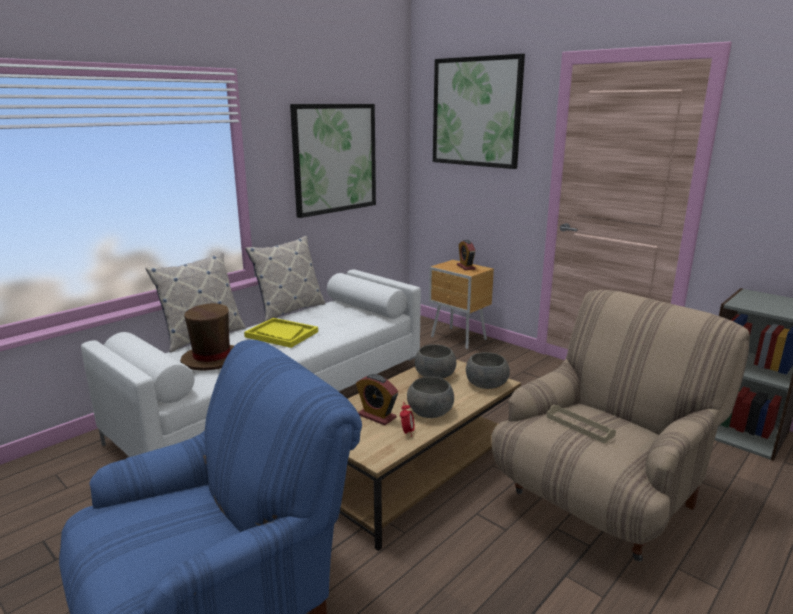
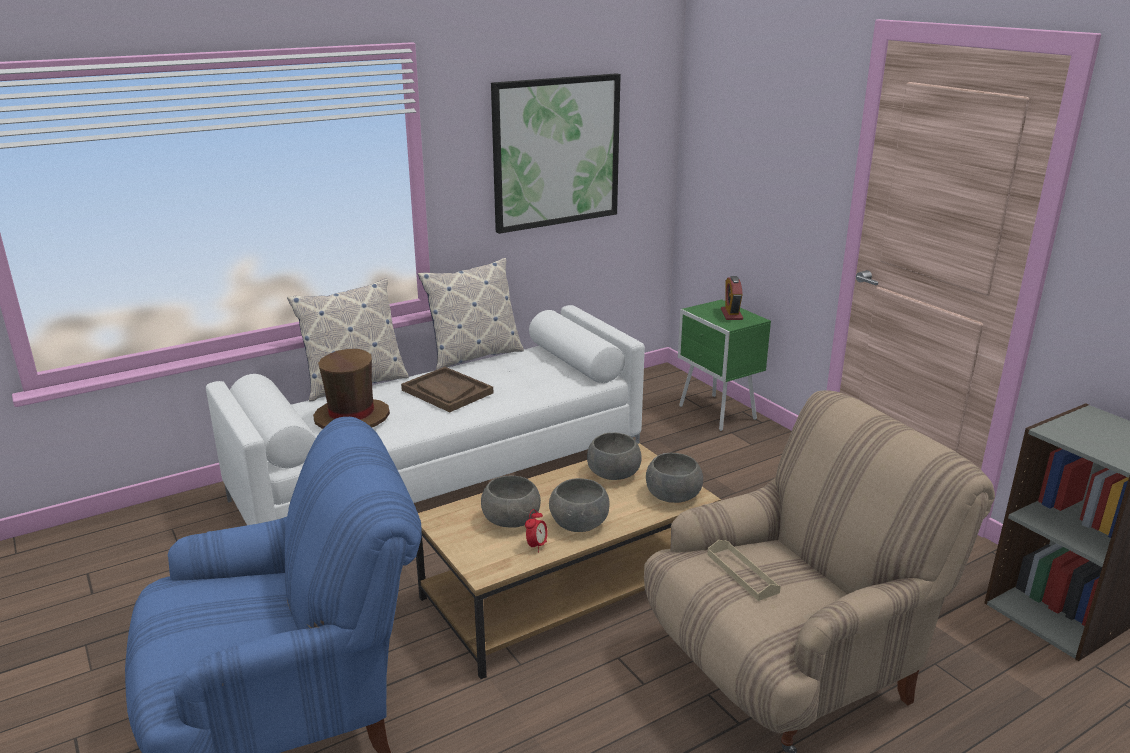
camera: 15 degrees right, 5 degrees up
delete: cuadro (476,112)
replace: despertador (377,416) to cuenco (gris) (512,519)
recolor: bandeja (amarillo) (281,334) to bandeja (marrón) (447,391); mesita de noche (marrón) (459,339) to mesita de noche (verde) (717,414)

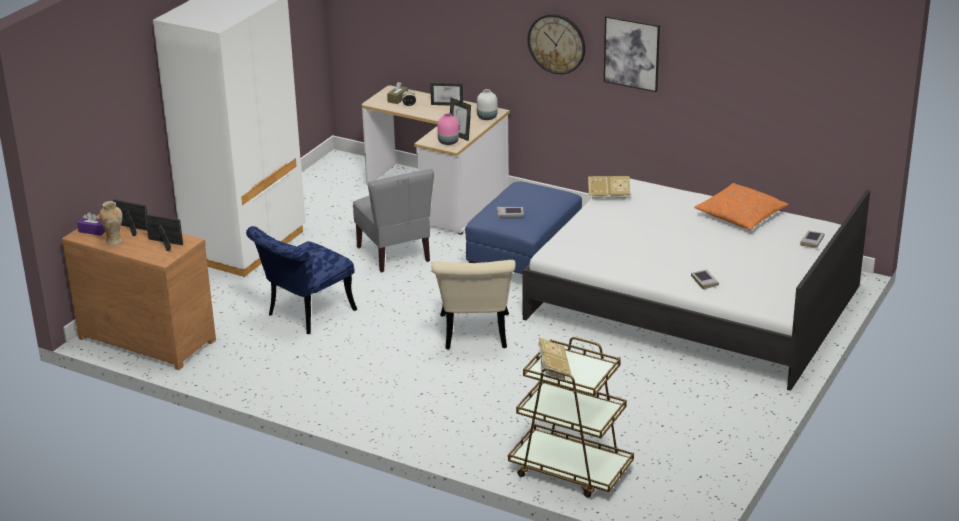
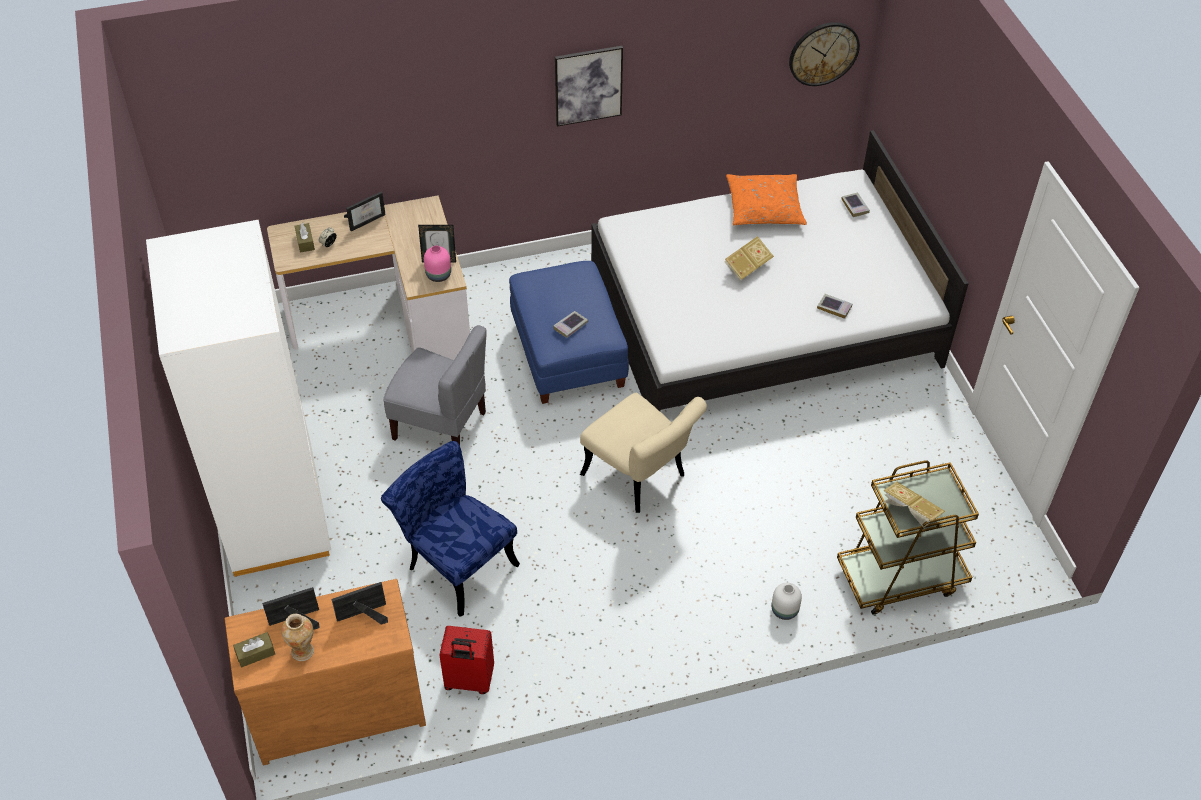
camera: 45 degrees left, 20 degrees up
insert: maleta (rojo) (468,681)
move: florero (blanco) (486,117) to (784,611); reloj de pared (557,43) to (823,53); libro (608,196) to (747,267)
recolor: caja de pañuelos (morado) (93,231) to caja de pañuelos (marrón) (255,653)
rotate: silla (azul) (305,315) = (455,562) 135 degrees clockwise

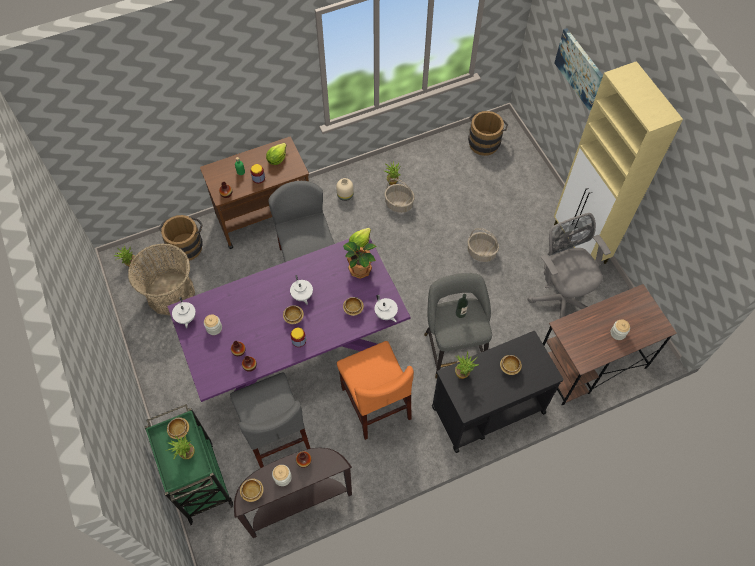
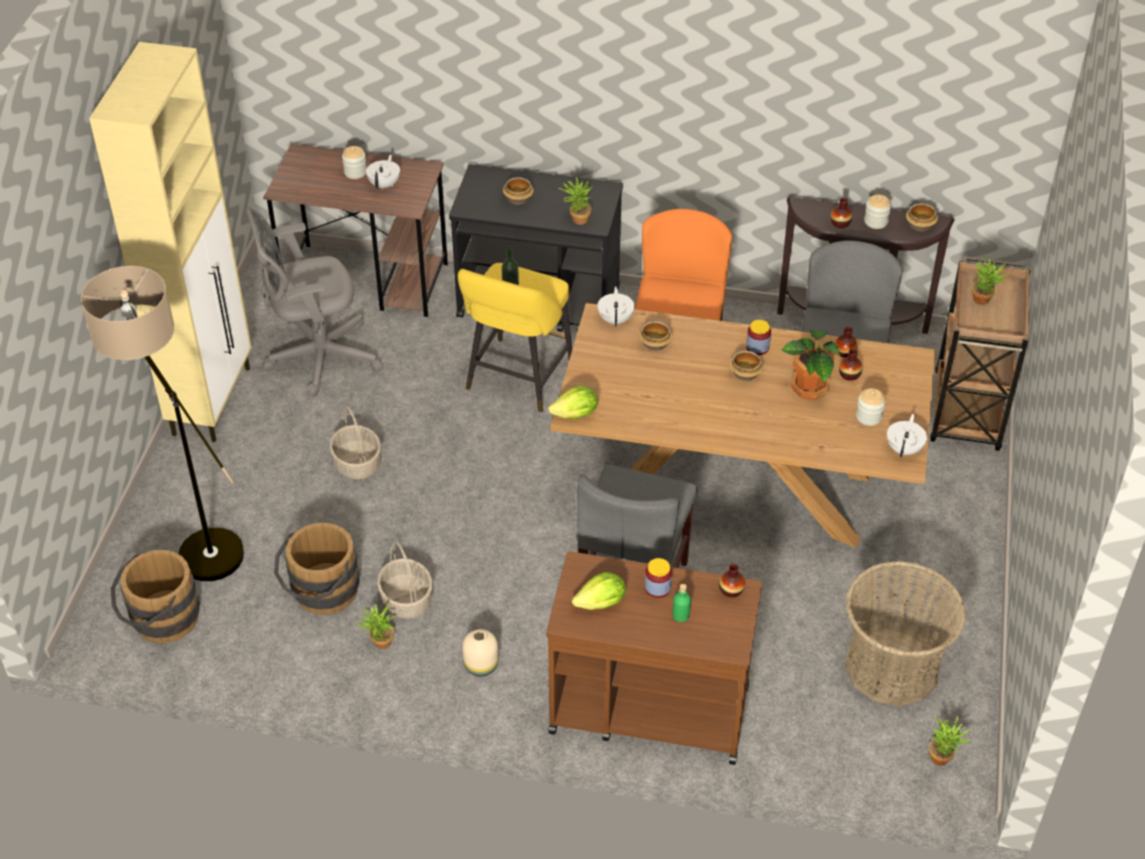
camera: 145 degrees left, 15 degrees down
delete: cuenco (180,431); cuadro (579,68)
insert: lámpara de pie (196,541)
move: cubo (marrón) (186,244) to (321,594); tetera (blanco) (302,295) to (385,184); planta en maceta (360,268) to (809,388)
recolor: carrito (verde) (200,479) to carrito (marrón) (966,412); mesa de comedor (morado) (296,349) to mesa de comedor (marrón) (737,486); taburete (gris) (453,347) to taburete (amarillo) (517,379)
rotate: silla de oficina (gris) (560,298) = (317,358) 60 degrees clockwise

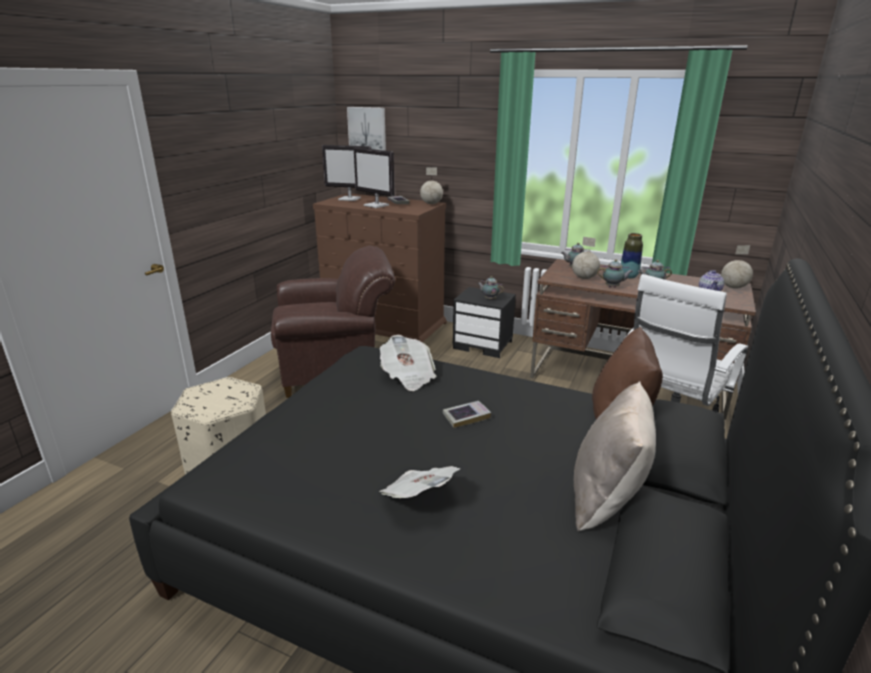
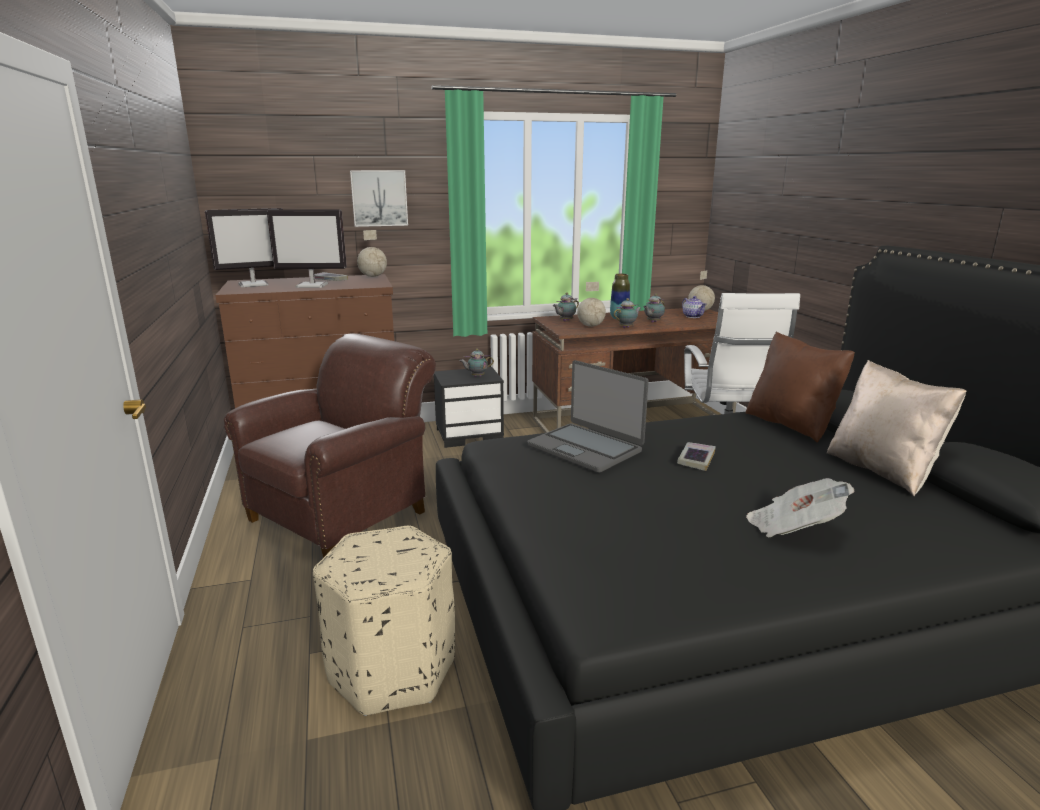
camera: 40 degrees left, 5 degrees down
move: cuadro (367,128) to (379,198)
replace: periódico (408,376) to portátil (585,448)

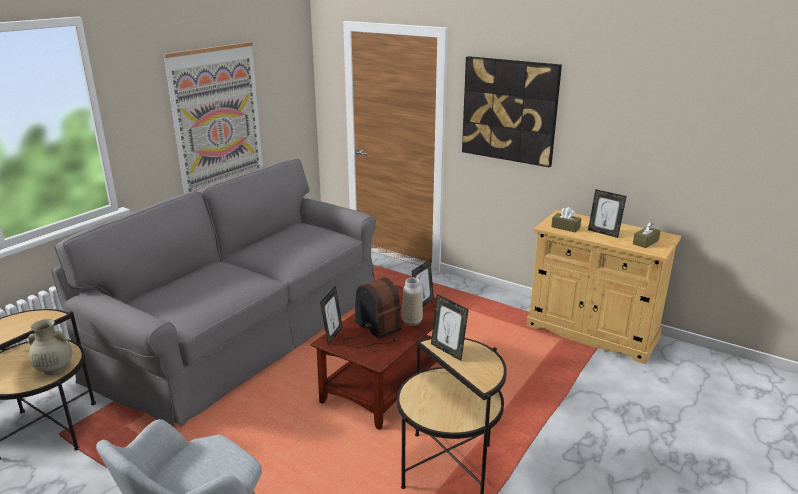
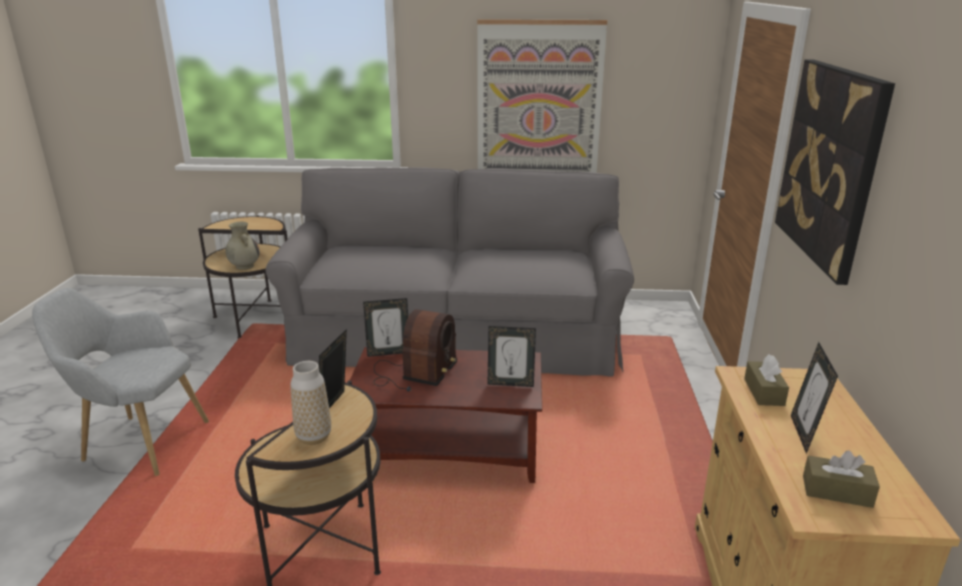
camera: 60 degrees right, 0 degrees up
move: florero (412,322) to (314,437)

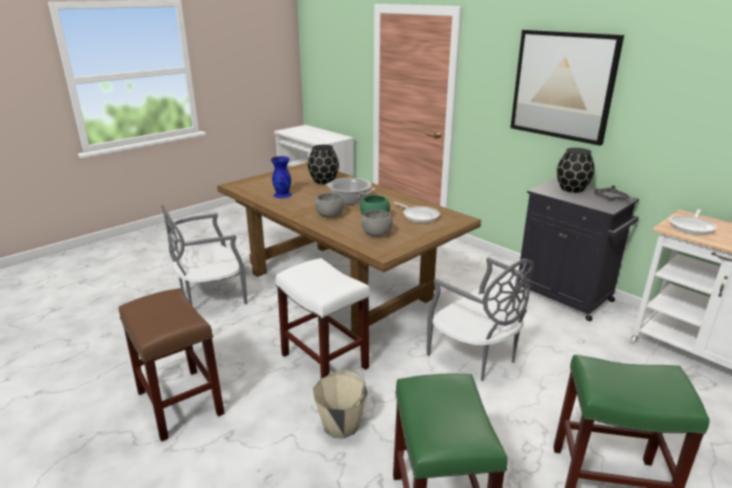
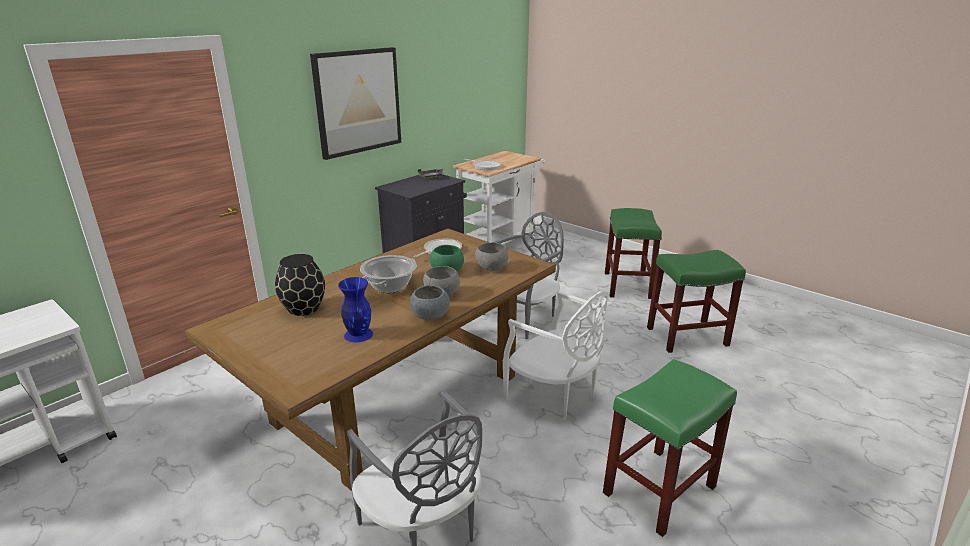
camera: 95 degrees left, 0 degrees up
delete: cubo (beis) (341,424); florero (negro) (571,189)
insert: cuenco (gris) (430,316)
replace: taburete (blanco) (323,361) to silla (blanco) (554,396)
recolor: taburete (marrón) (179,403) to taburete (verde) (659,491)

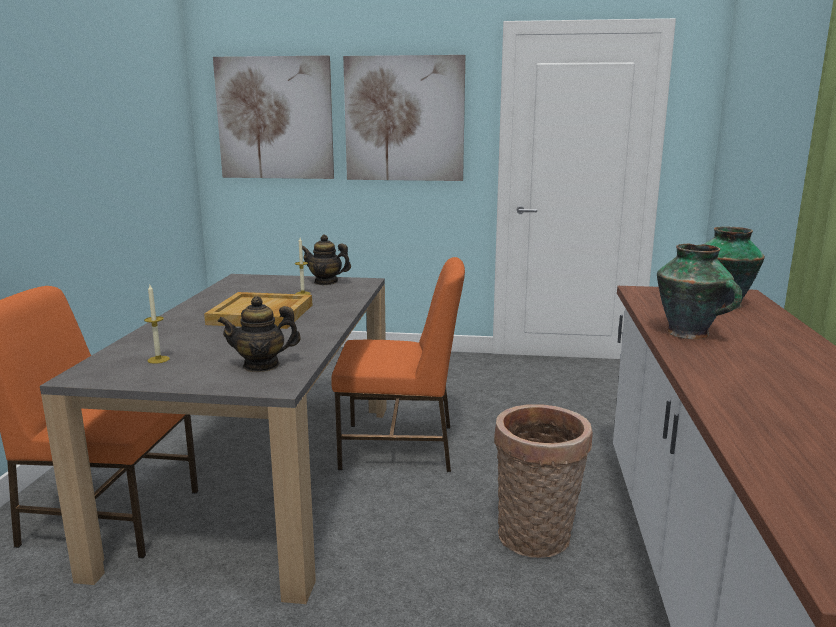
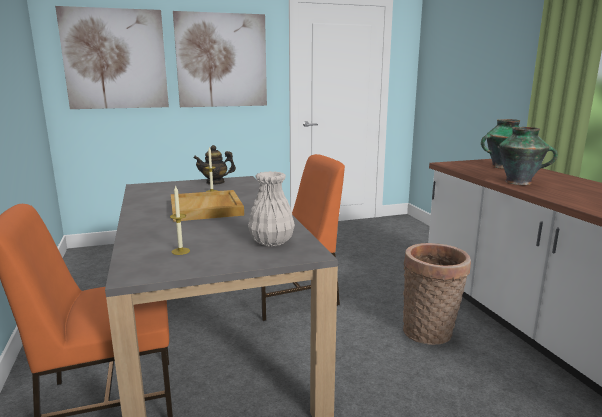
camera: 25 degrees left, 0 degrees up
replace: tetera (261,365) to florero (blanco) (272,242)

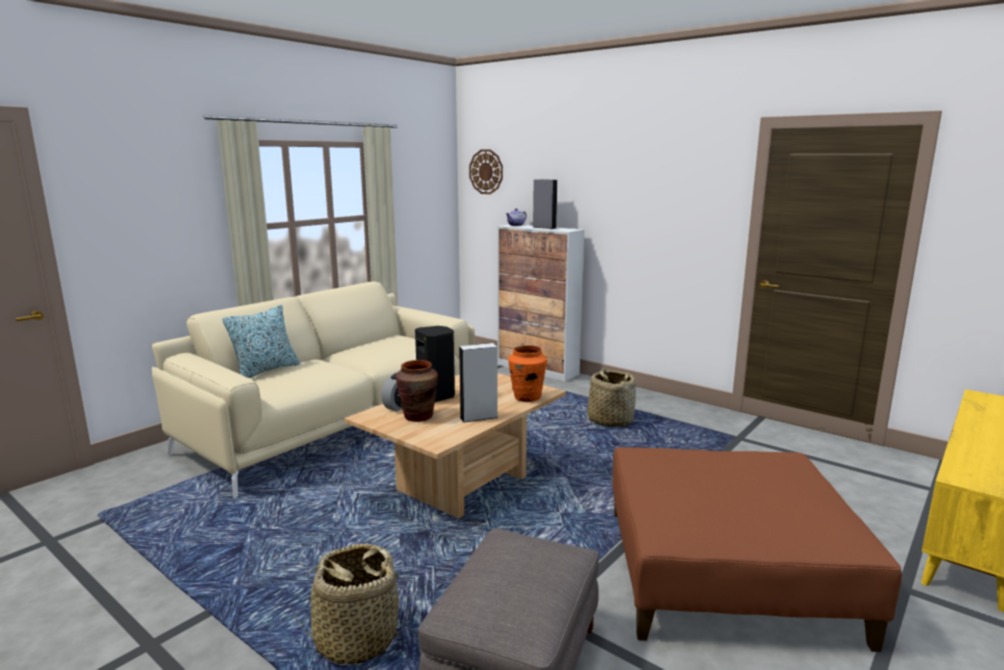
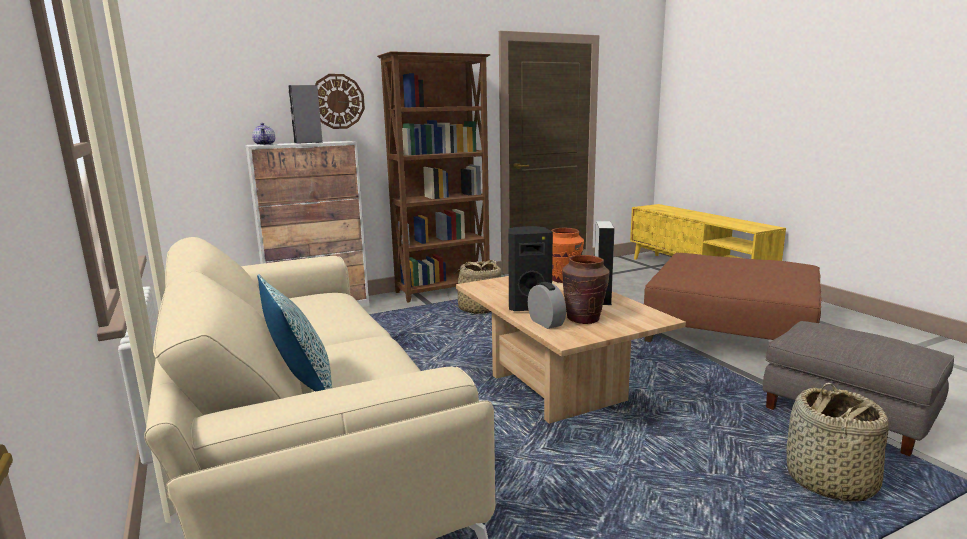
camera: 65 degrees left, 0 degrees up
insert: estantería (marrón) (444,290)
move: reloj de pared (486,171) to (337,101)

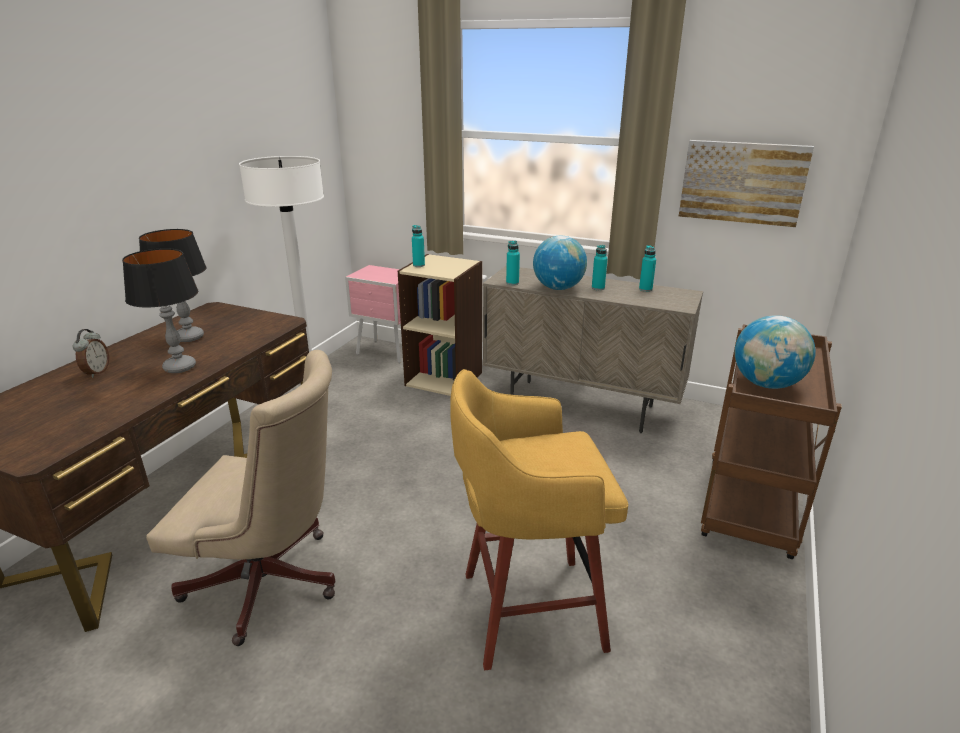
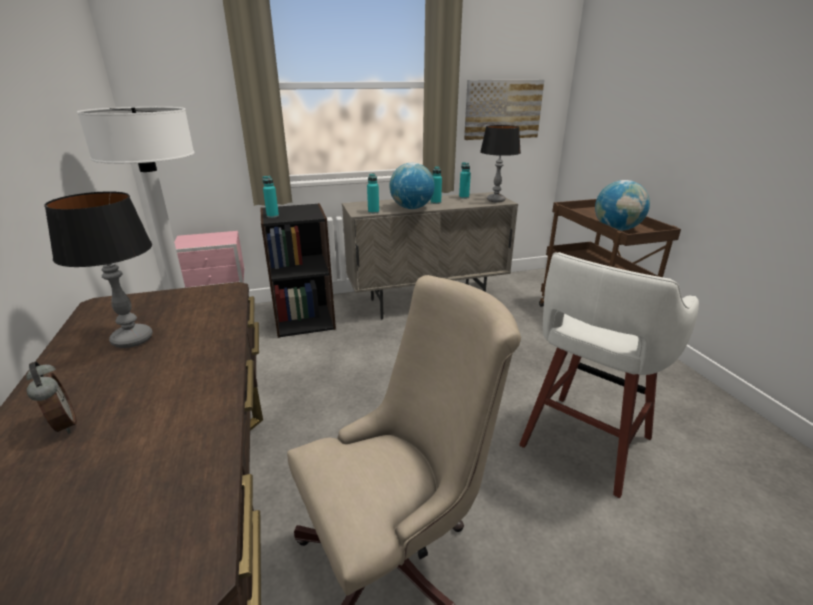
camera: 40 degrees left, 0 degrees up
move: lámpara de mesa (180,367) to (496,200)
recolor: estantería (beis) (444,378) to estantería (negro) (304,320); taburete (amarillo) (527,611) to taburete (blanco) (583,444)

